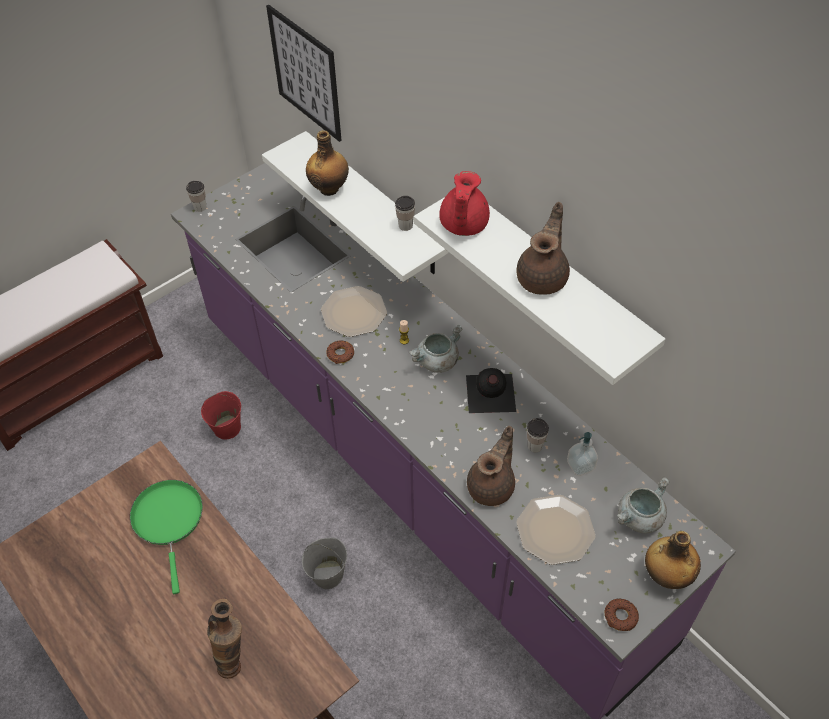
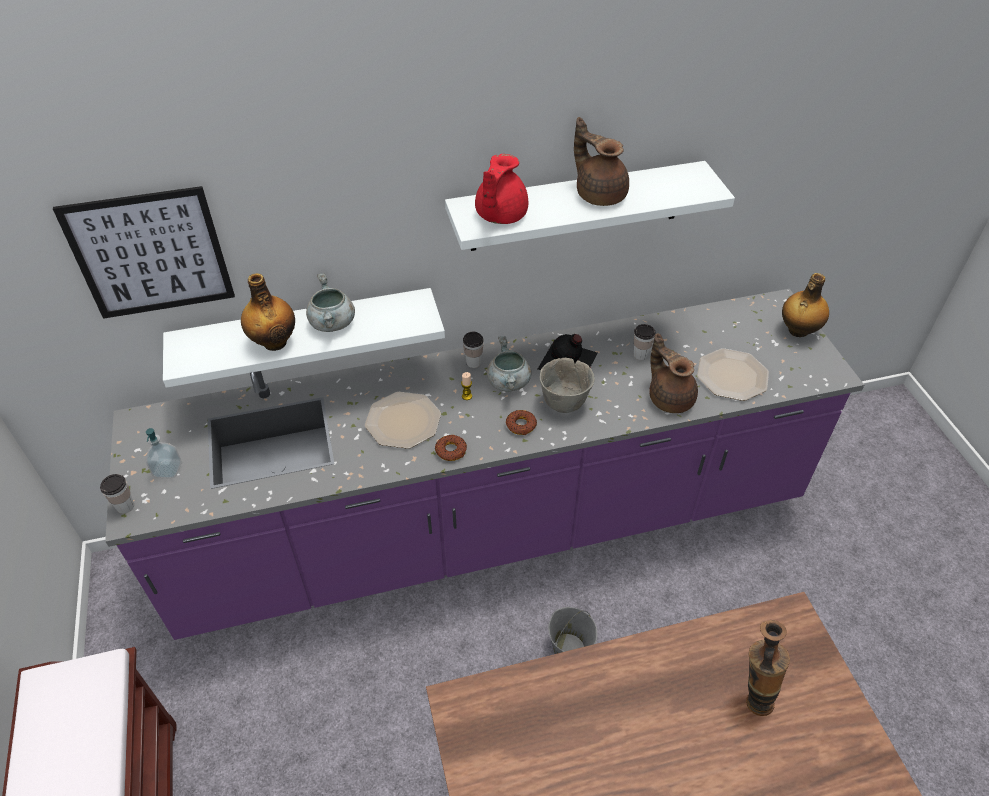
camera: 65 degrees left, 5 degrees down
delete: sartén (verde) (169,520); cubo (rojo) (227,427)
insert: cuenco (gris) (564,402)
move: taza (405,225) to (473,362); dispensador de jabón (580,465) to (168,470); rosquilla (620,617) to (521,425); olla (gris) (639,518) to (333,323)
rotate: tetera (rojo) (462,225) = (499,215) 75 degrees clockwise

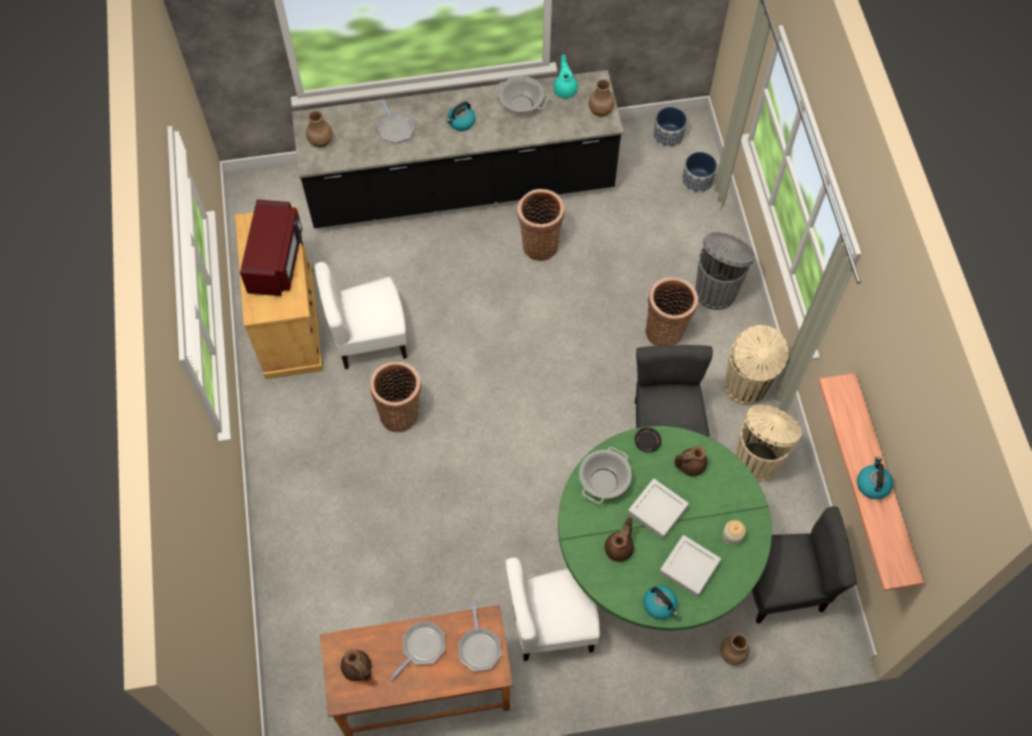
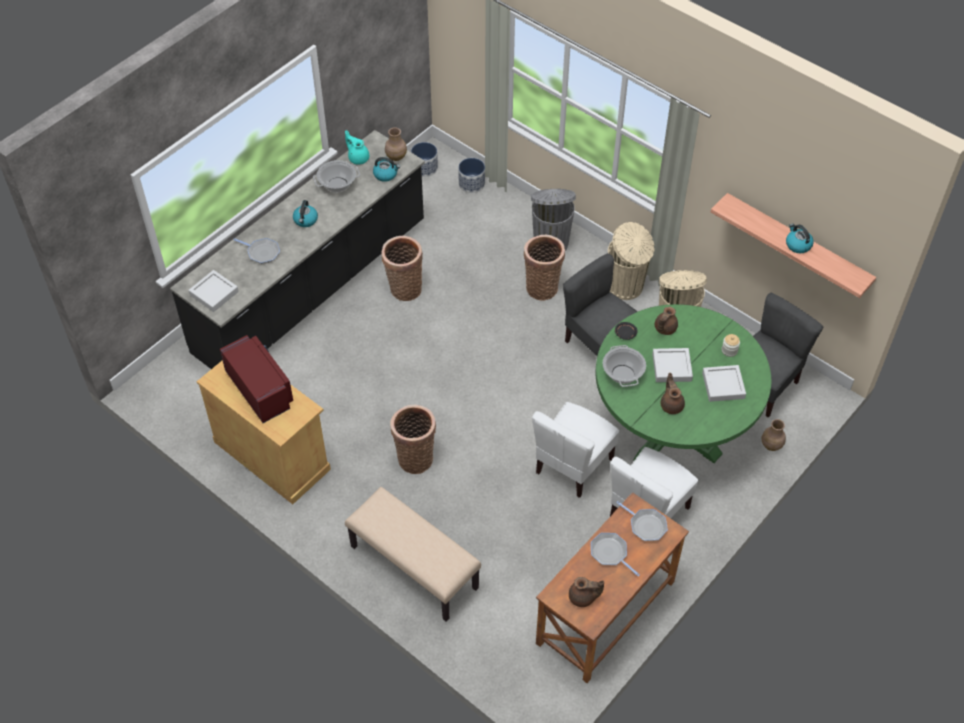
camera: 40 degrees left, 10 degrees down
insert: banco (beis) (413,567)
move: silla (blanco) (369,339) to (573,465); hervidor (660,604) to (386,174)
replace: florero (marrón) (321,141) to bandeja (gris) (214,293)
rotate: sartén (422,647) = (610,553) 45 degrees counterclockwise

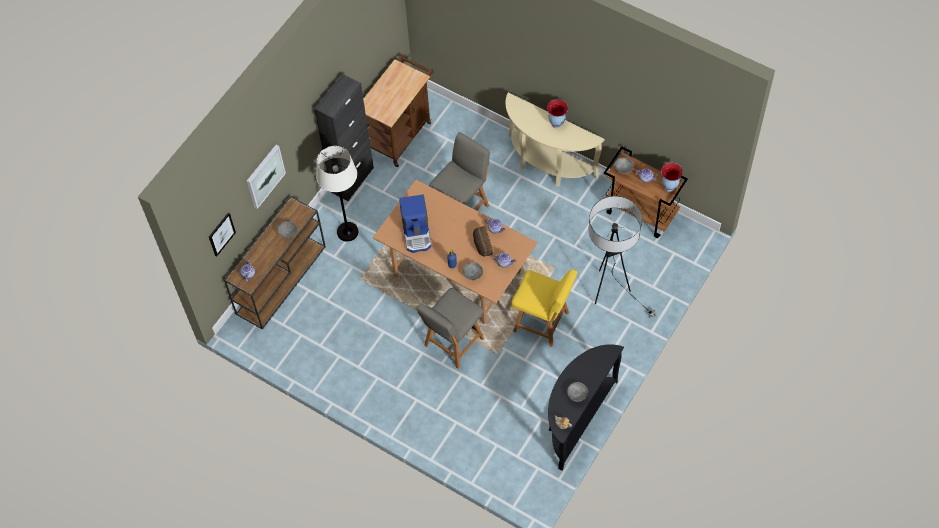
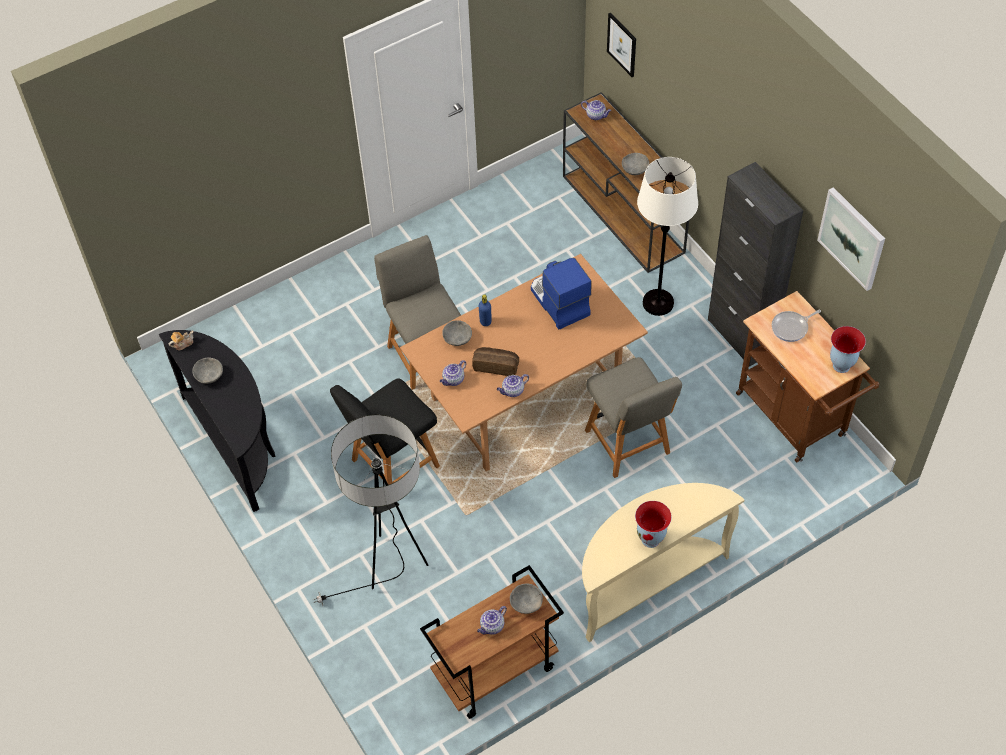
camera: 115 degrees right, 5 degrees down
insert: sartén (791,327)
move: cuadro (265,176) to (852,238); florero (669,187) to (840,365)
recolor: silla (amarillo) (543,322) to silla (negro) (392,465)
rotate: cafetera (417,233) = (558,302) 45 degrees clockwise

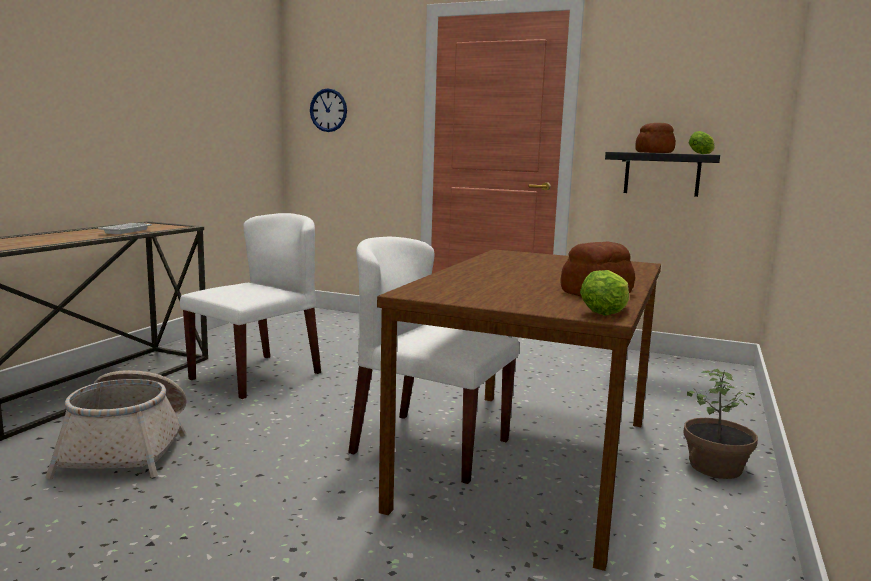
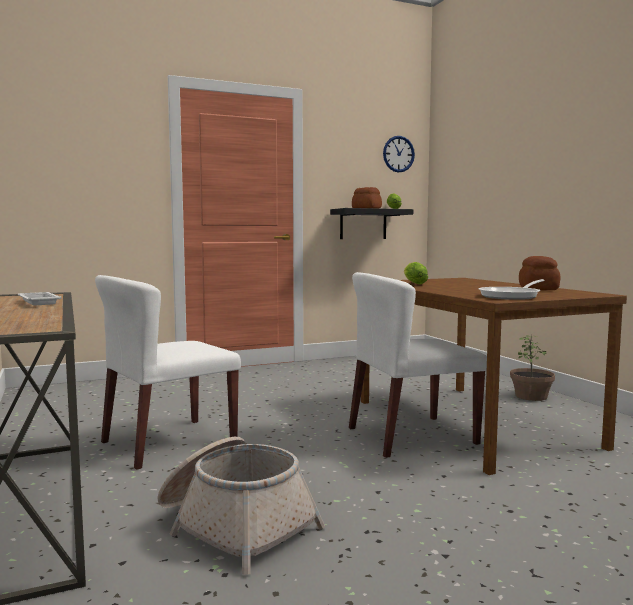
camera: 45 degrees left, 5 degrees down
insert: sartén (512,296)
move: reloj de pared (328,110) to (398,154); lechuga (608,310) to (413,283)
rotate: silla (blanco) (257,375) = (168,442) 120 degrees counterclockwise

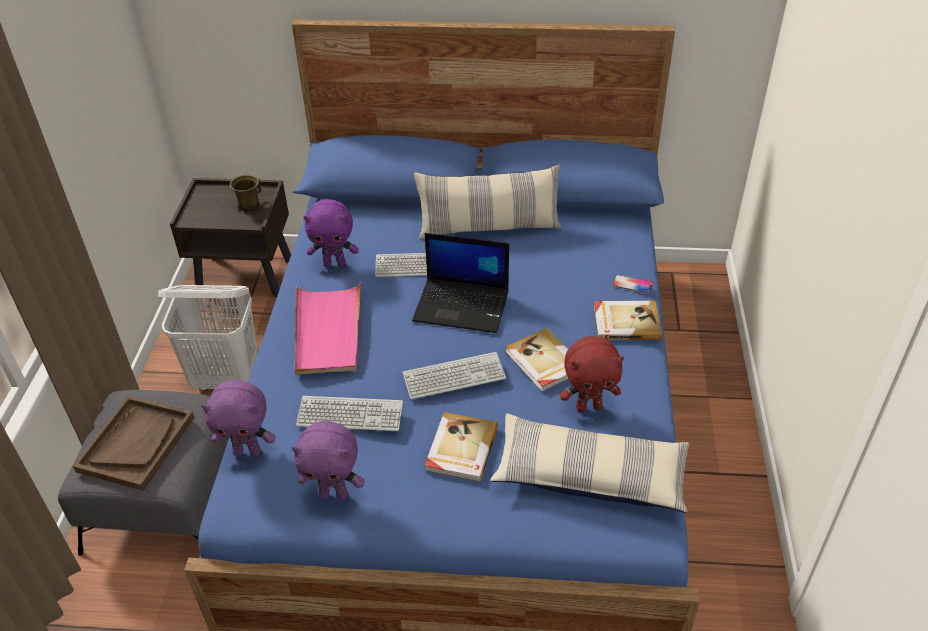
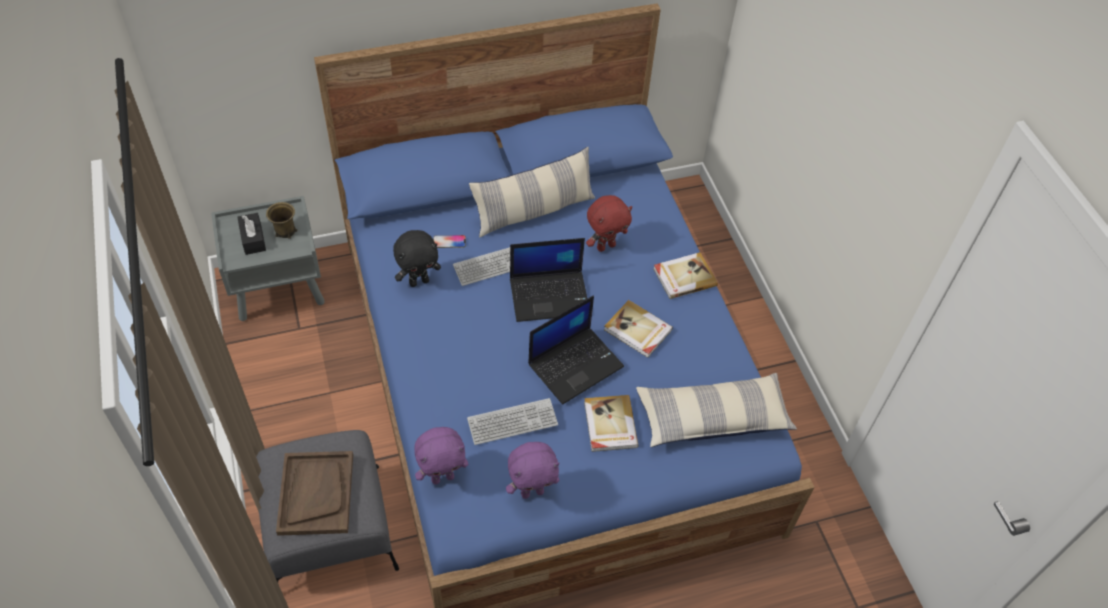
camera: 25 degrees left, 10 degrees up
delete: cesto de la ropa (blanco) (227,379); bandeja (rosa) (328,331)
insert: caja de pañuelos (negro) (253,239)
move: peluche (rojo) (589,406) to (605,246); móvil (632,284) to (449,242)
replace: teclado (454,377) to portátil (575,364)
recolor: mesita de noche (marrón) (246,276) to mesita de noche (gris) (280,290); peluche (morado) (335,264) to peluche (negro) (419,281)

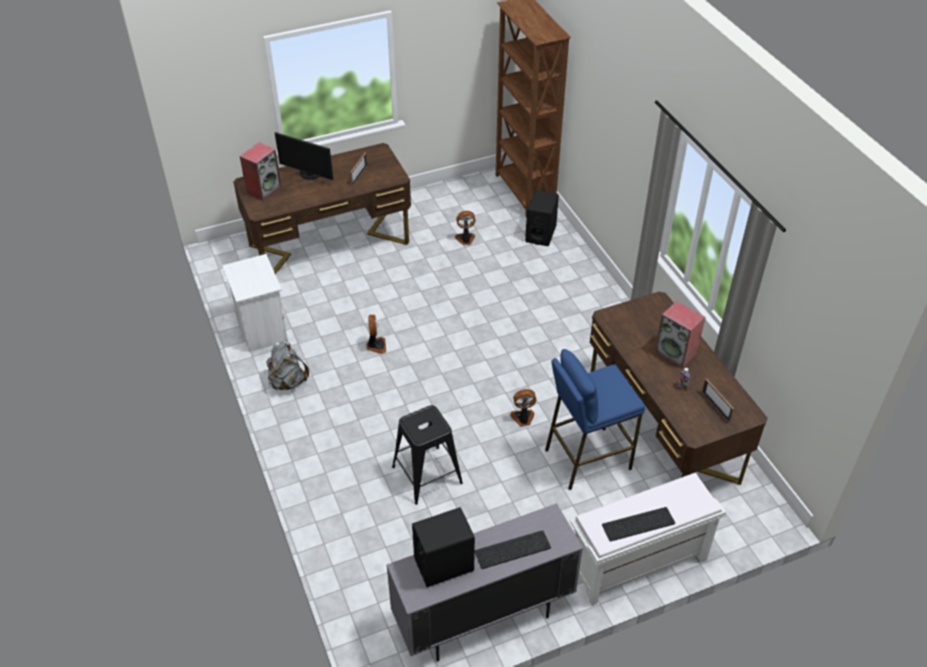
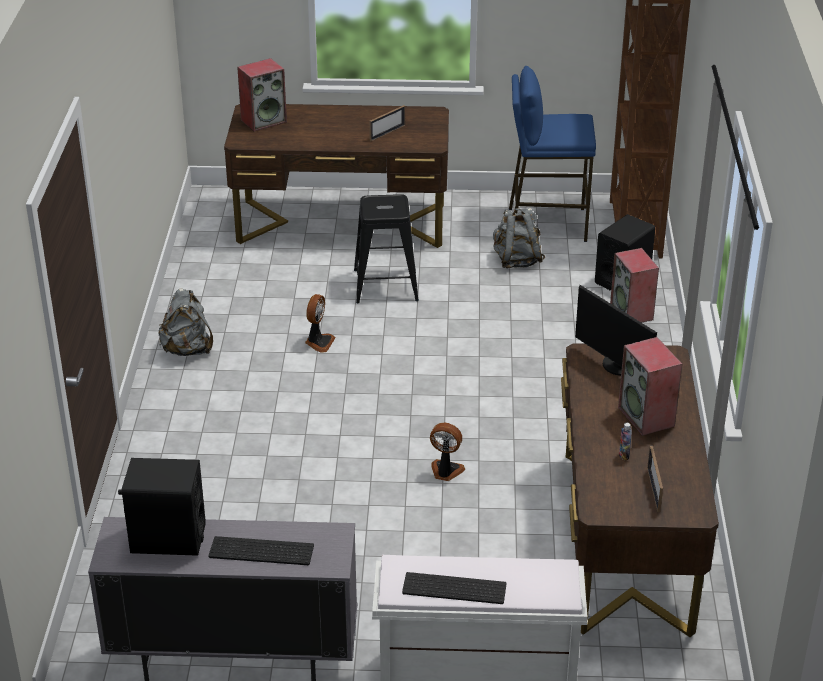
camera: 25 degrees right, 10 degrees down
delete: mesita de noche (blanco) (261,331)
insert: altavoz (632,312)
move: monitor (309,174) to (617,366); taburete (negro) (427,474) to (386,285); taburete (azul) (586,458) to (546,224)
replace: ventilador (465,239) to mochila (gris) (516,260)

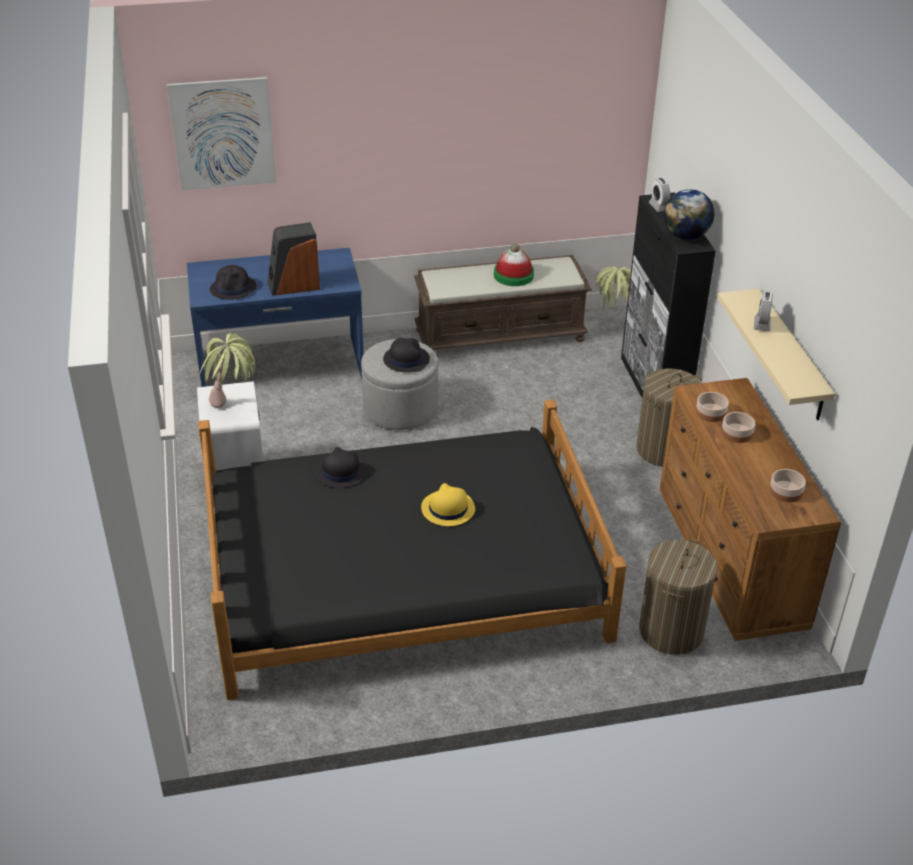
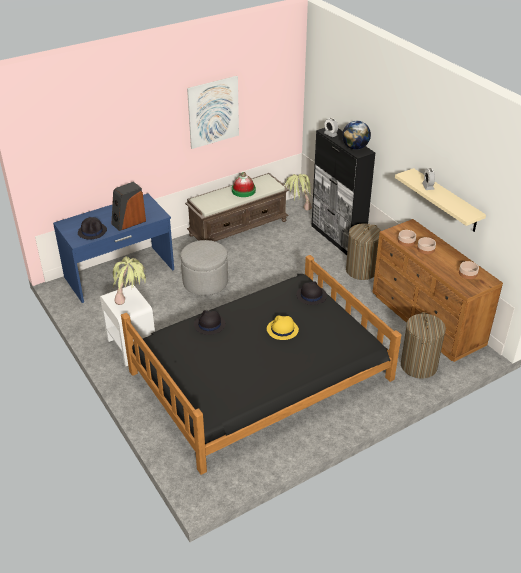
camera: 20 degrees left, 0 degrees up
move: cuadro (223,134) to (213,112); sombrero (negro) (406,359) to (311,295)

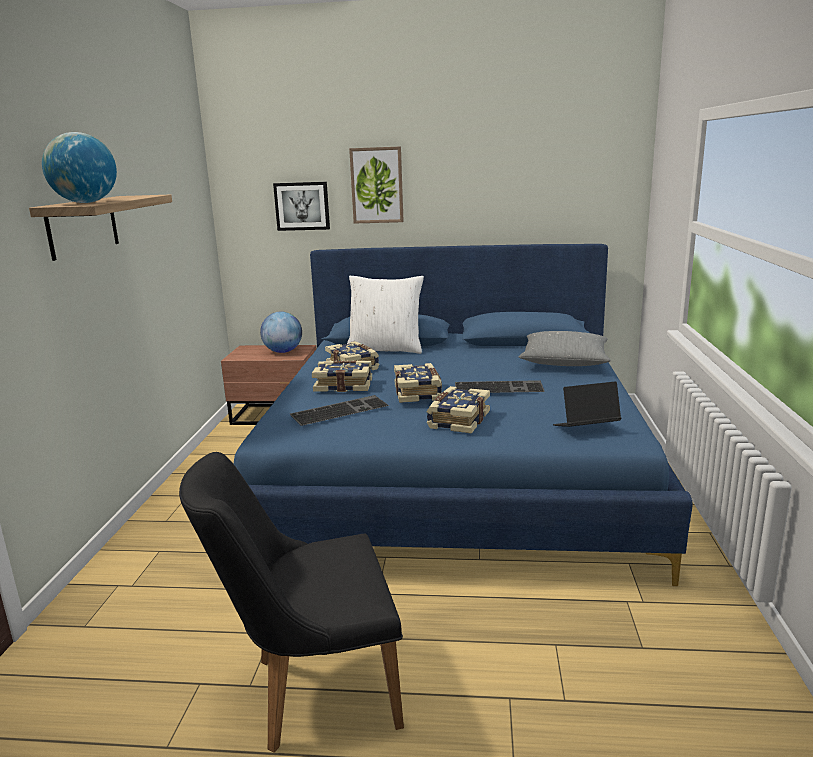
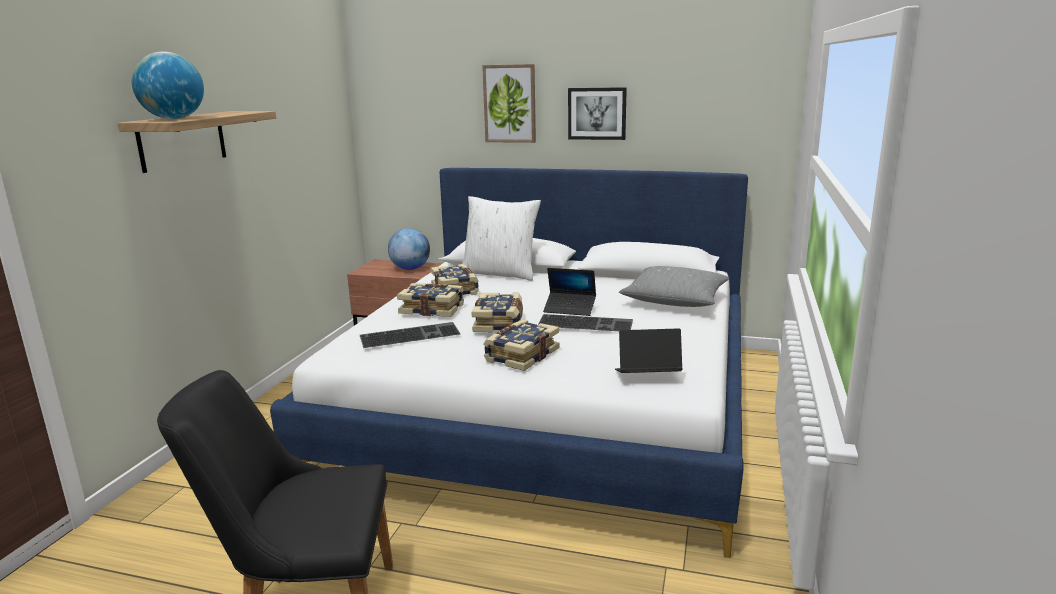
camera: 10 degrees right, 0 degrees up
insert: portátil (570,309)
move: cuadro (302,206) to (597,113)
recolor: cama (azul) (453,471) to cama (blanco) (549,406)

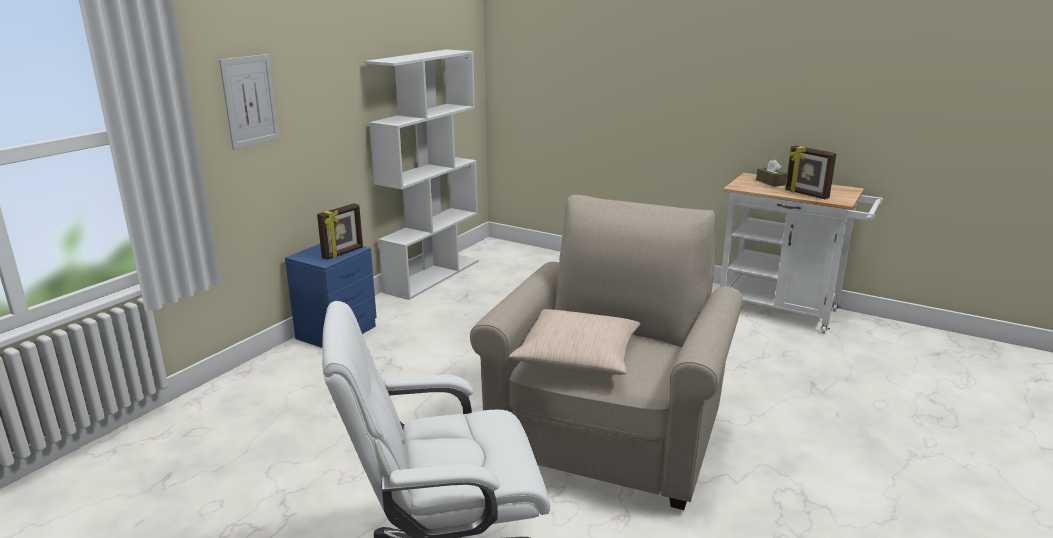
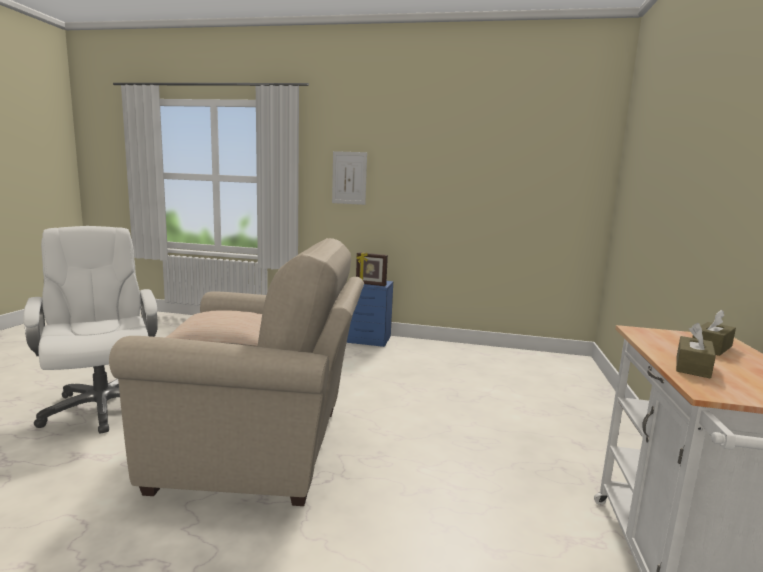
camera: 70 degrees right, 10 degrees down
delete: estantería (blanco) (433,276)
replace: portarretratos (806,194) to caja de pañuelos (marrón) (692,367)

